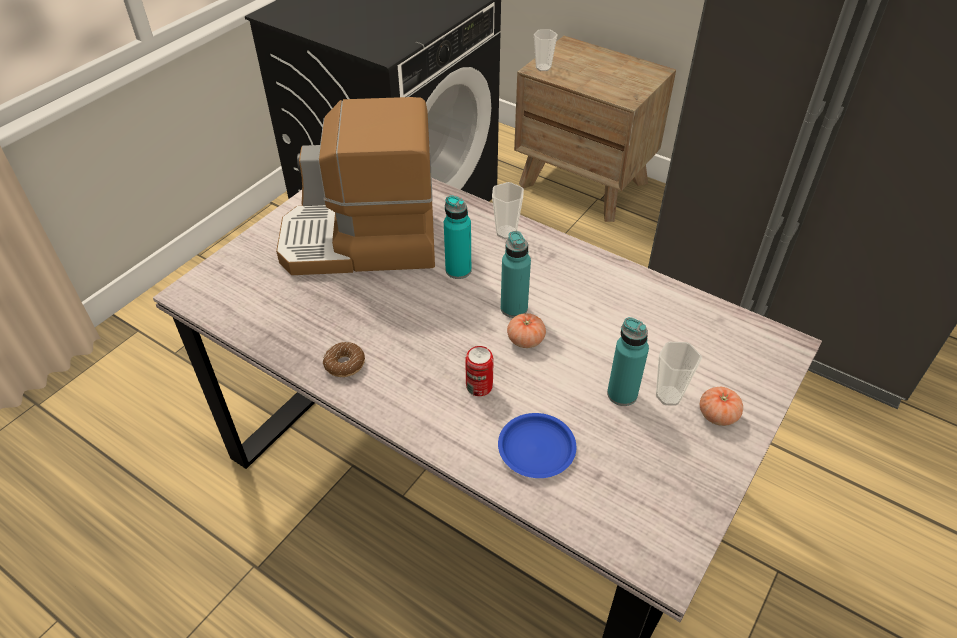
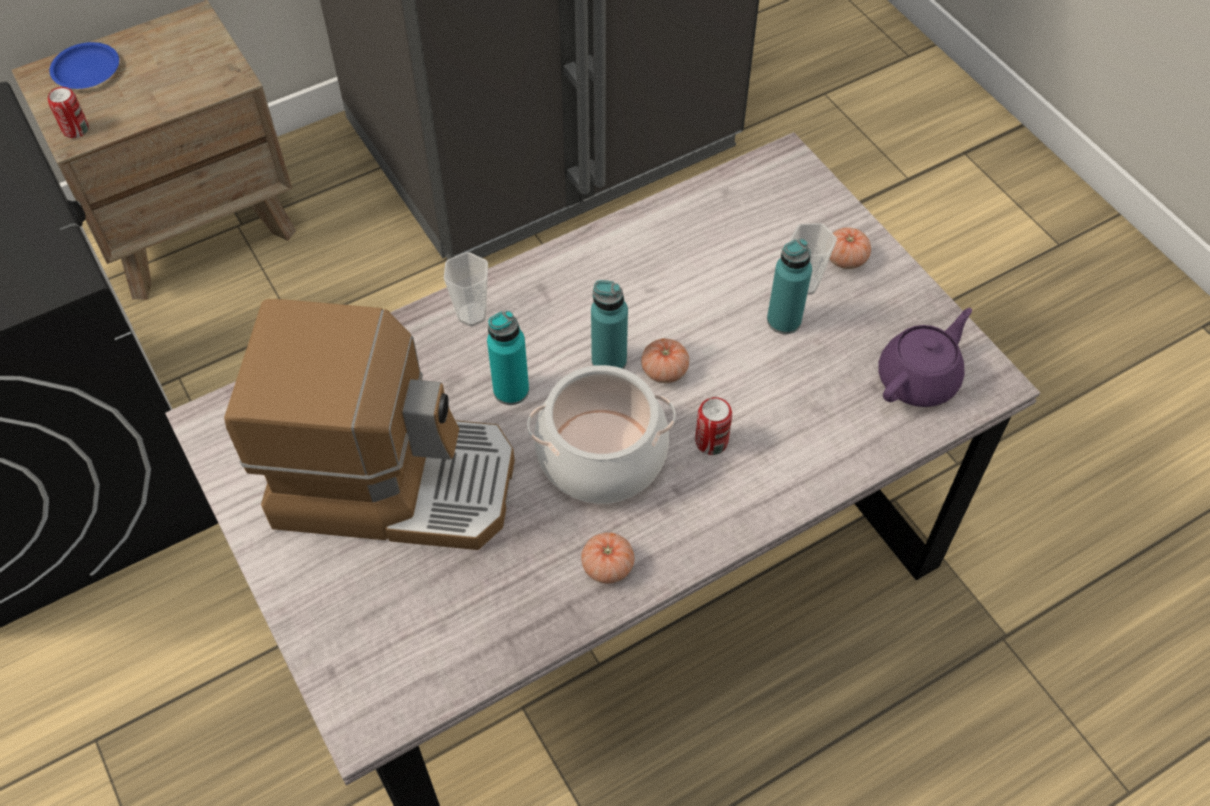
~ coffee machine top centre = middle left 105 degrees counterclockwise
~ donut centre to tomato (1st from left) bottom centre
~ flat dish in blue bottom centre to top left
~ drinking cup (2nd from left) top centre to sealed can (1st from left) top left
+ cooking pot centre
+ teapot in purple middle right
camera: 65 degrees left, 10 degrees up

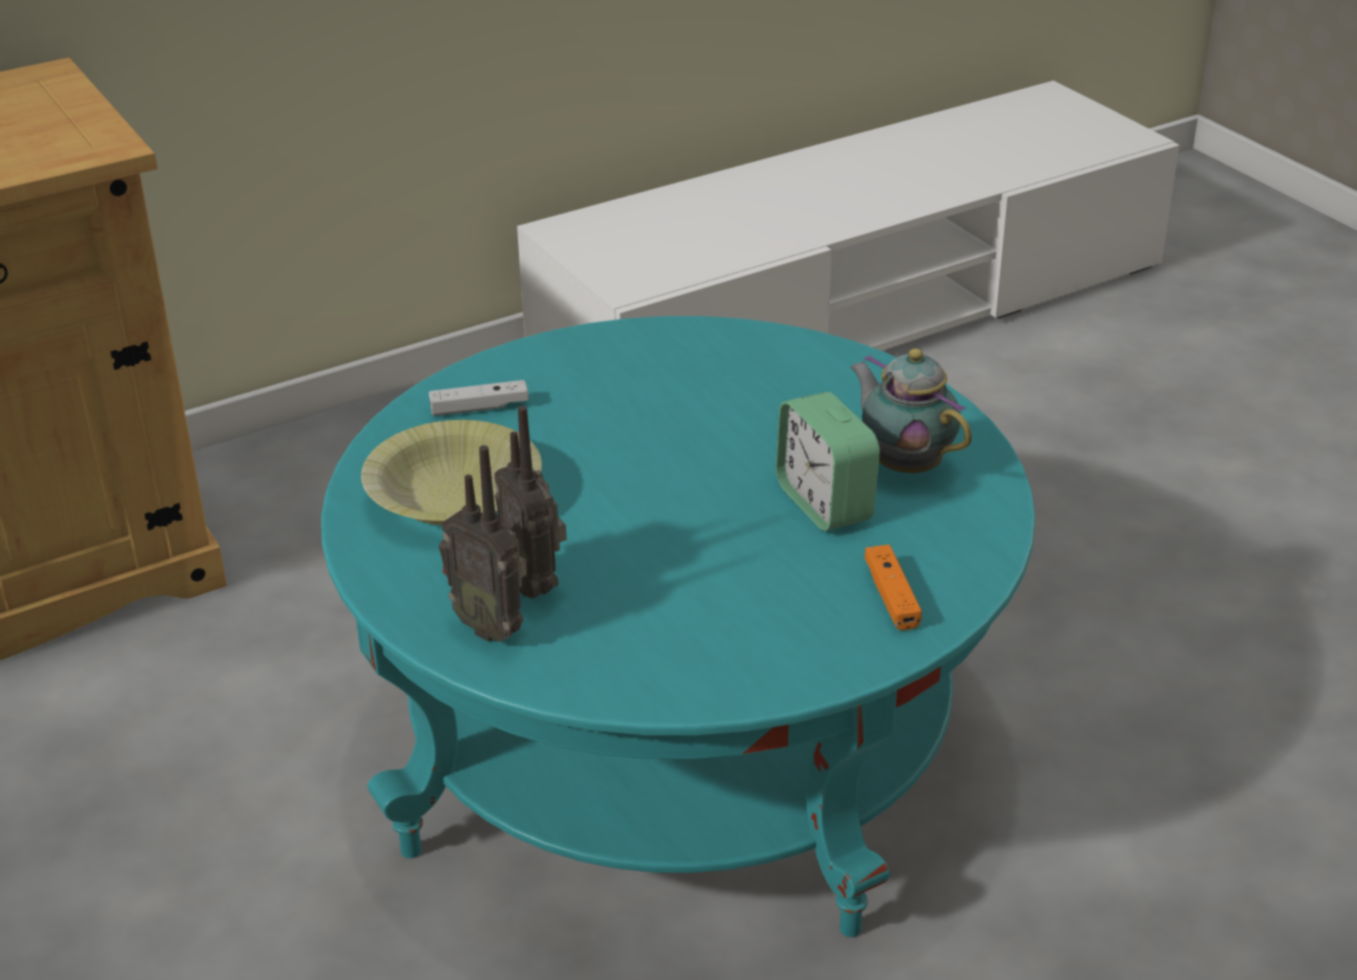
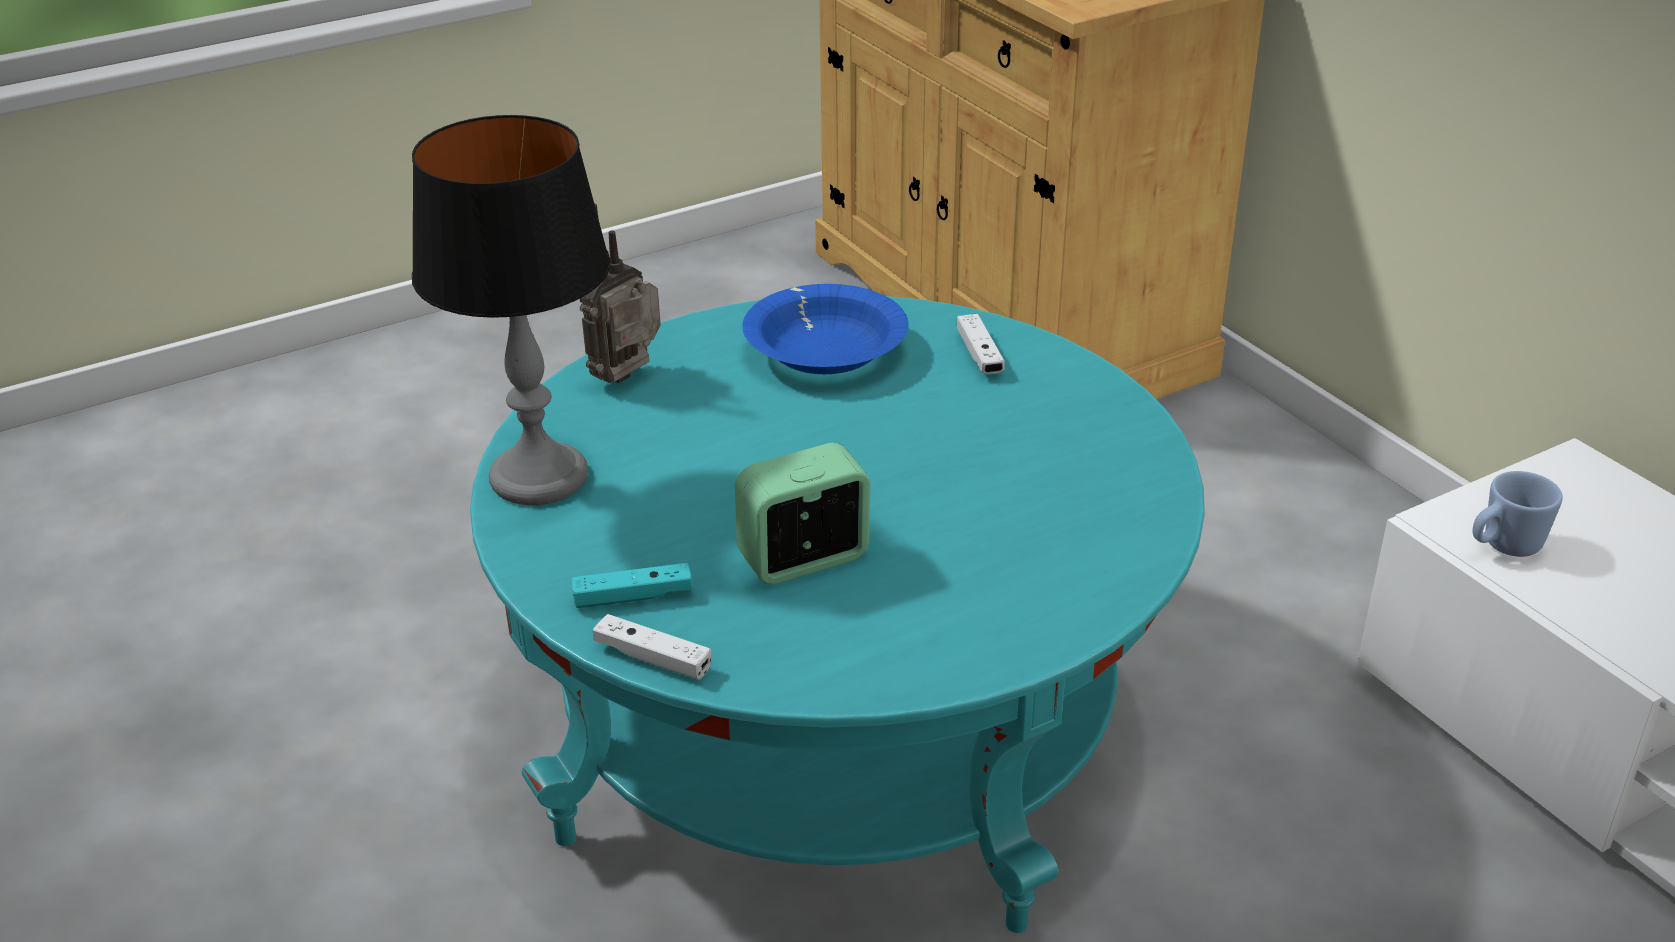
~ deep dish in yellow-coloured middle left to deep dish in blue centre
- radio receiver (2nd from left) centre
- teapot middle right
~ game controller in orange centre to game controller in turquoise-coloured centre
+ table lamp top left
+ game controller in whitish (1st from left) bottom centre
+ mug in blue middle right
camera: 90 degrees right, 0 degrees up

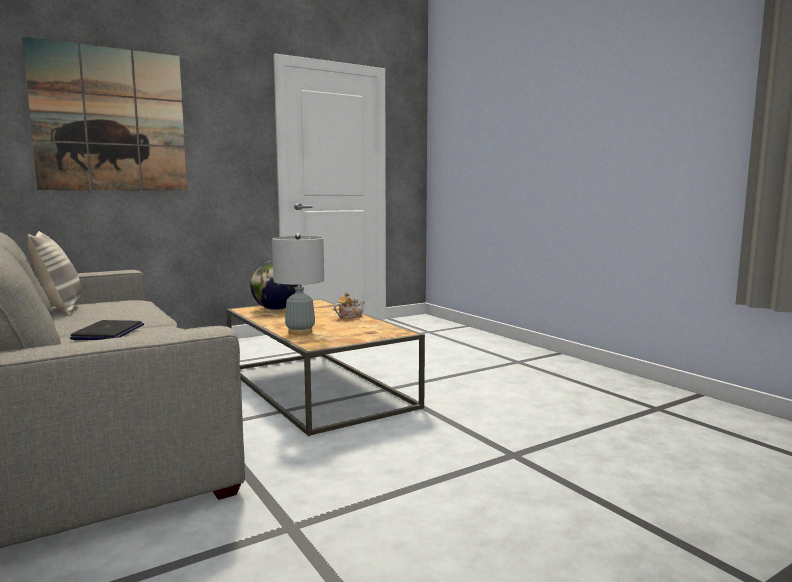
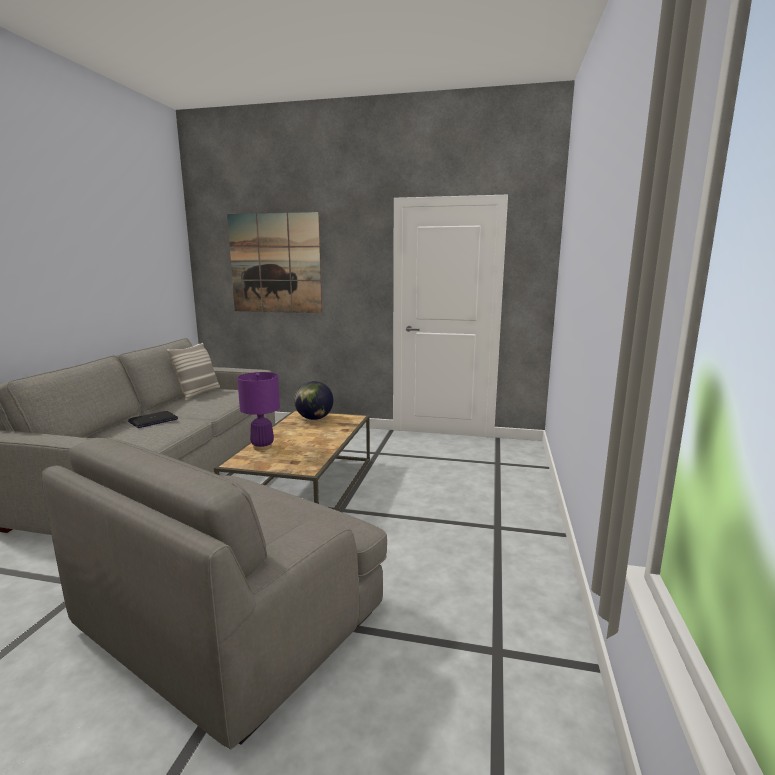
~ table lamp in grey centre to table lamp in purple middle left
- teapot centre
+ easy chair in grey bottom left
camera: 45 degrees right, 5 degrees up

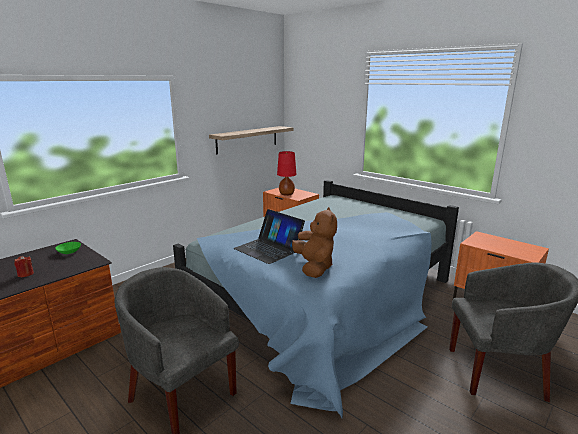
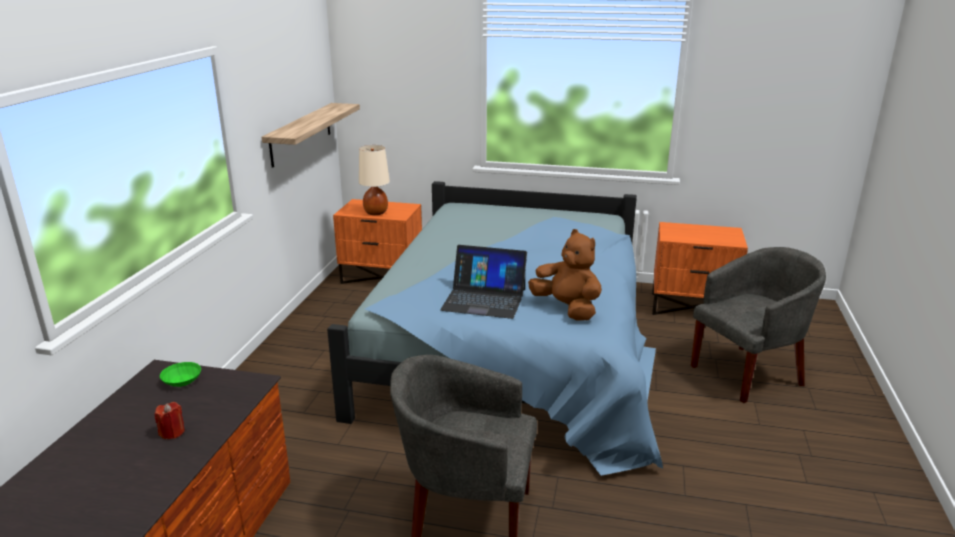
~ table lamp in reddish centre to table lamp in beige centre
camera: 30 degrees left, 5 degrees up

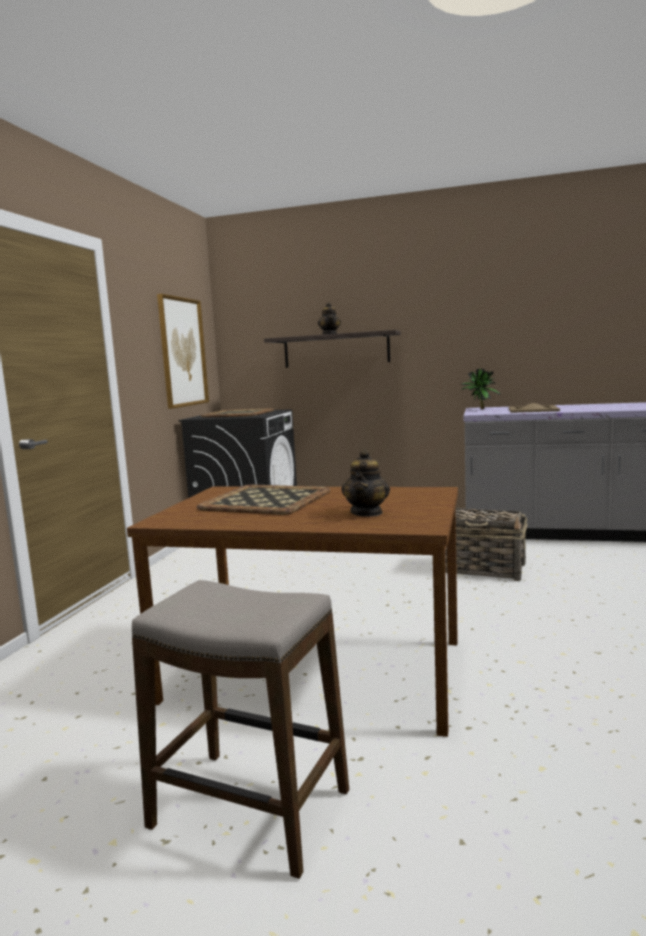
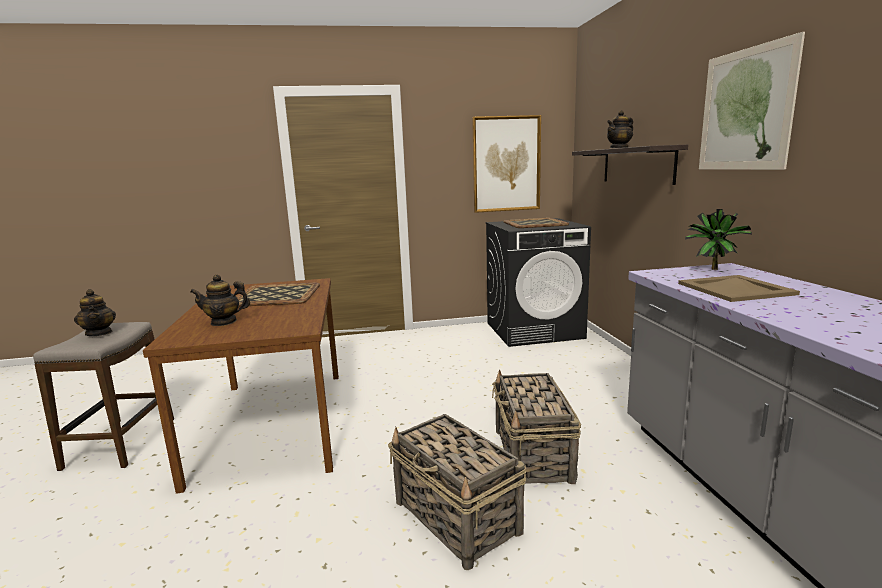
+ teapot (1st from left) middle left
+ household basket (1st from left) bottom centre
+ wall art (2nd from left) top right
camera: 65 degrees right, 5 degrees up

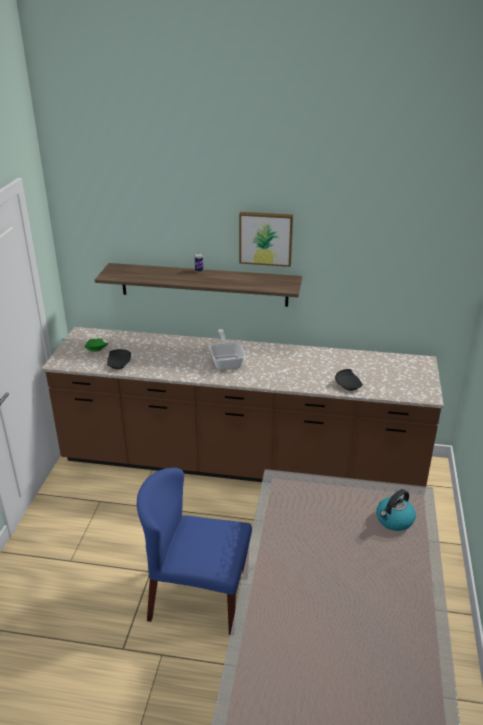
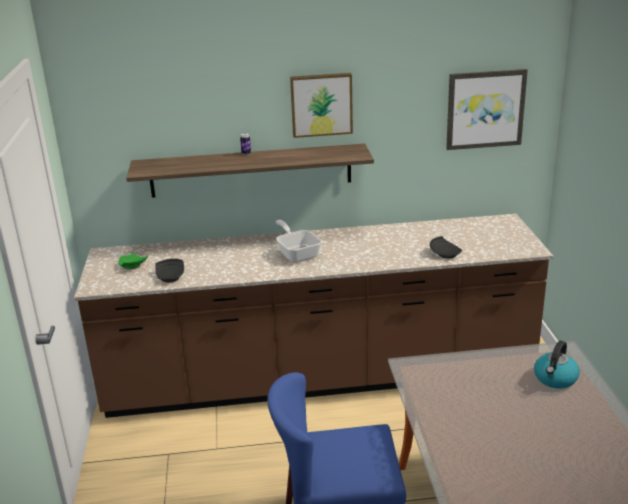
+ wall art (2nd from left) top right
camera: 15 degrees left, 5 degrees down

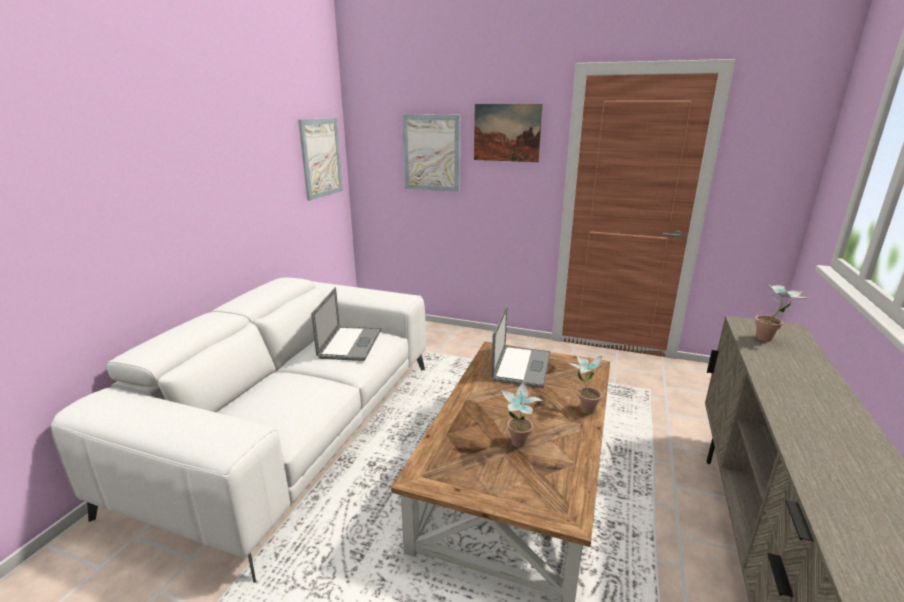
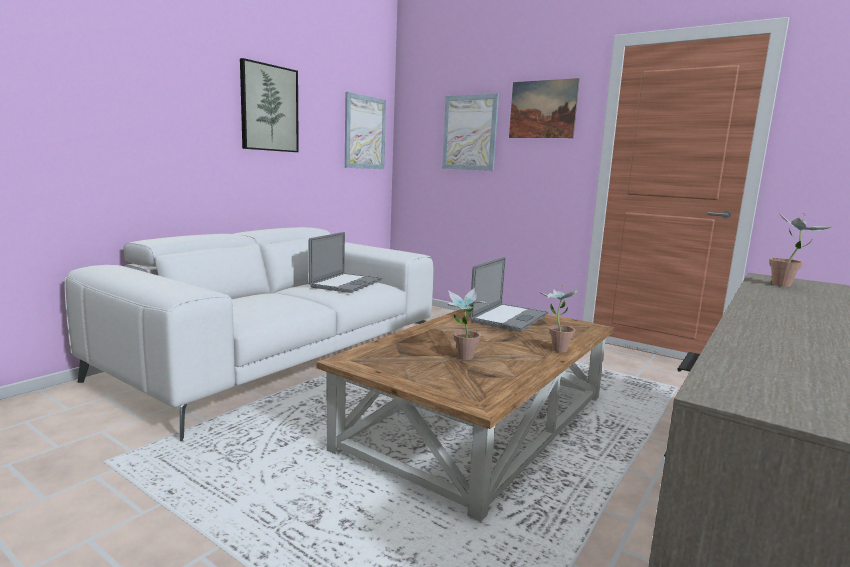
+ wall art (1st from left) top left
camera: 15 degrees right, 10 degrees down

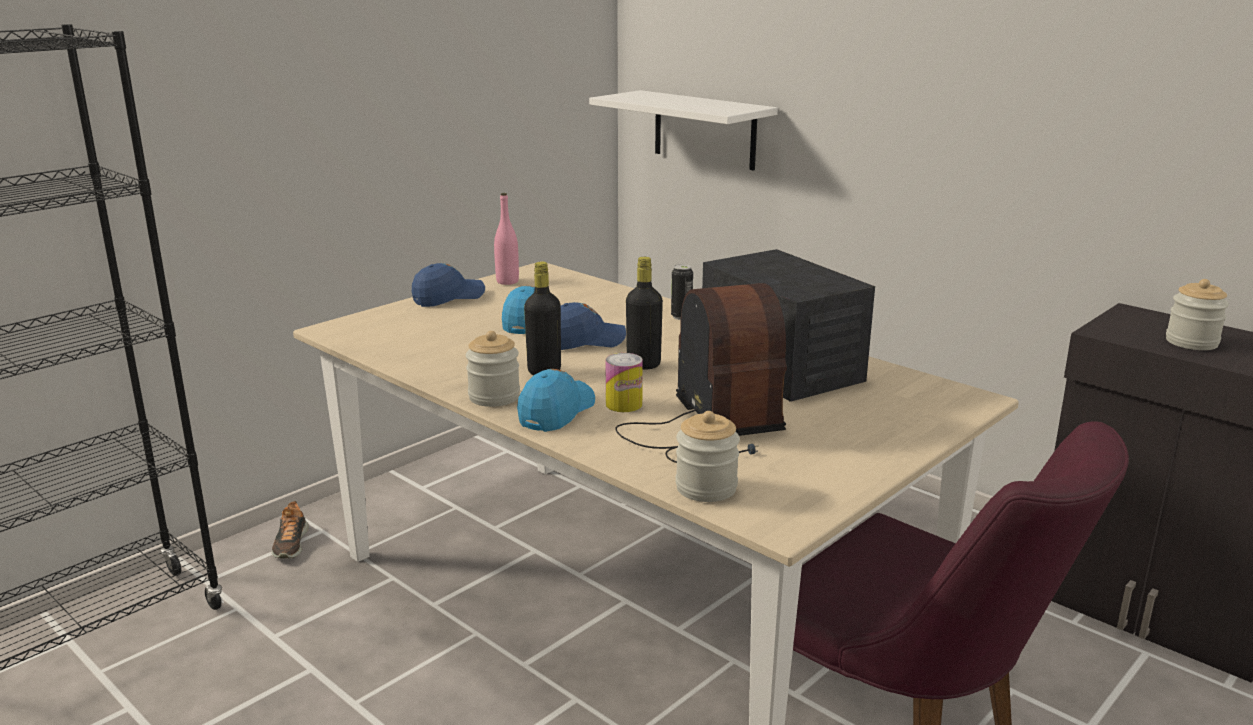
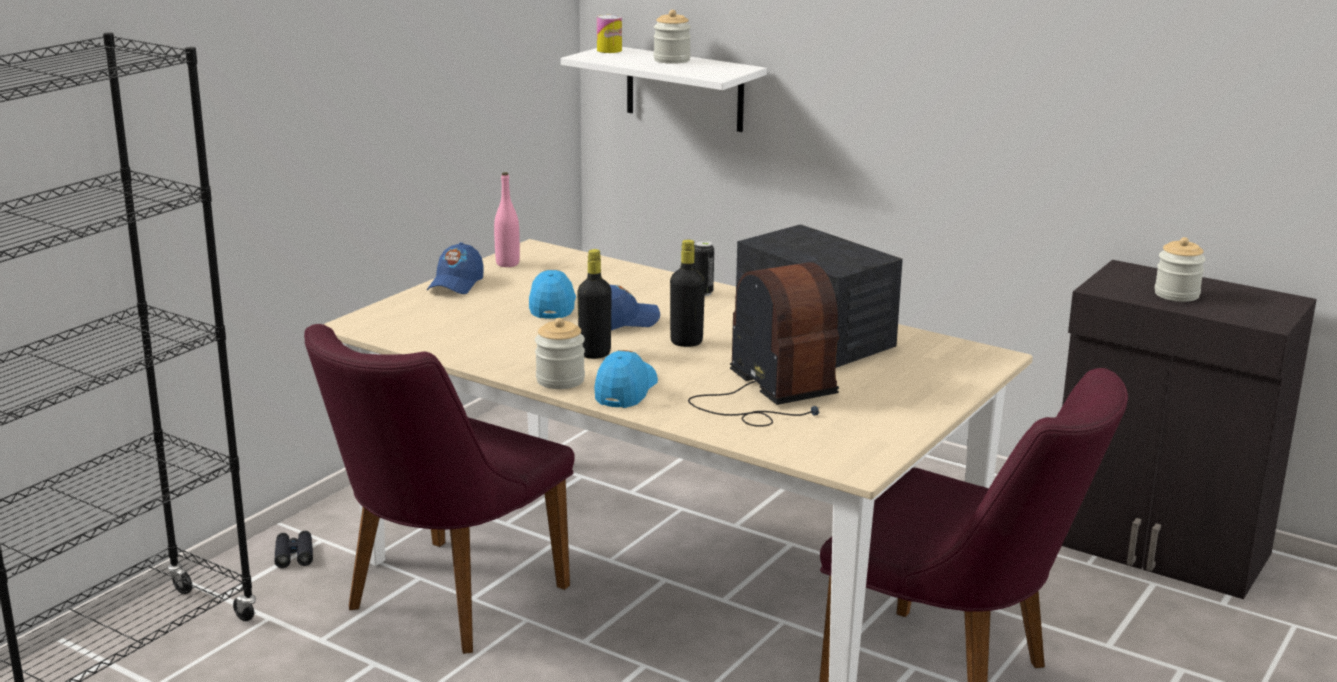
~ item of footwear bottom left to binoculars in blackish bottom left
~ cap in blue (1st from left) centre = centre 150 degrees clockwise
~ sealed can (1st from left) centre to top centre
~ preserve jar (2nd from left) centre to top centre
+ chair in purple (1st from left) bottom left
camera: 10 degrees left, 0 degrees up

